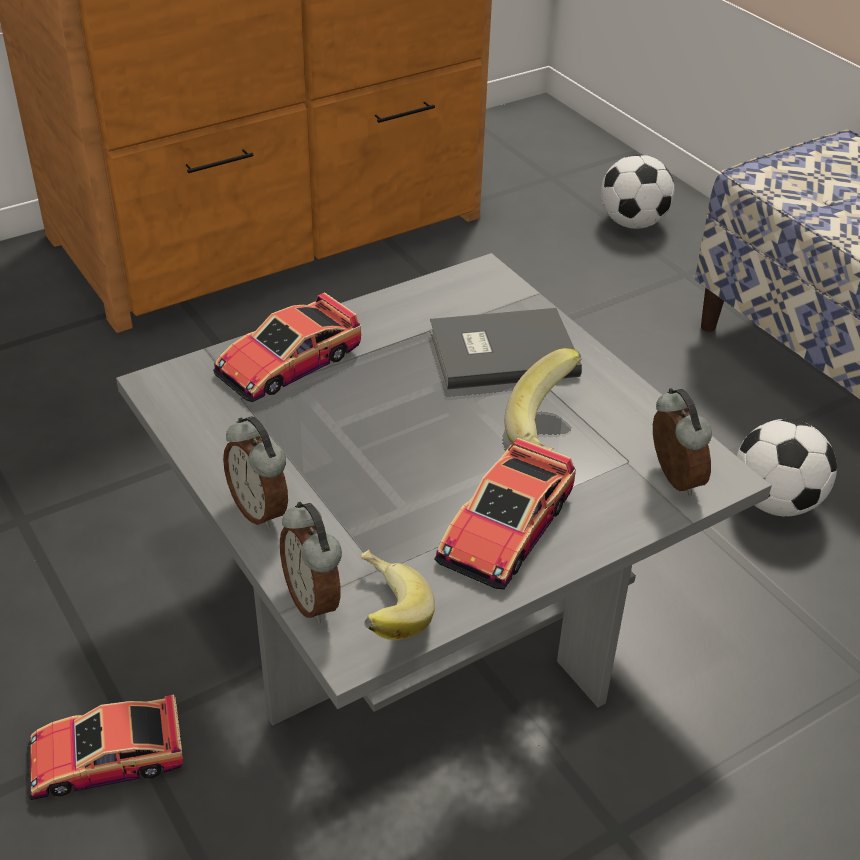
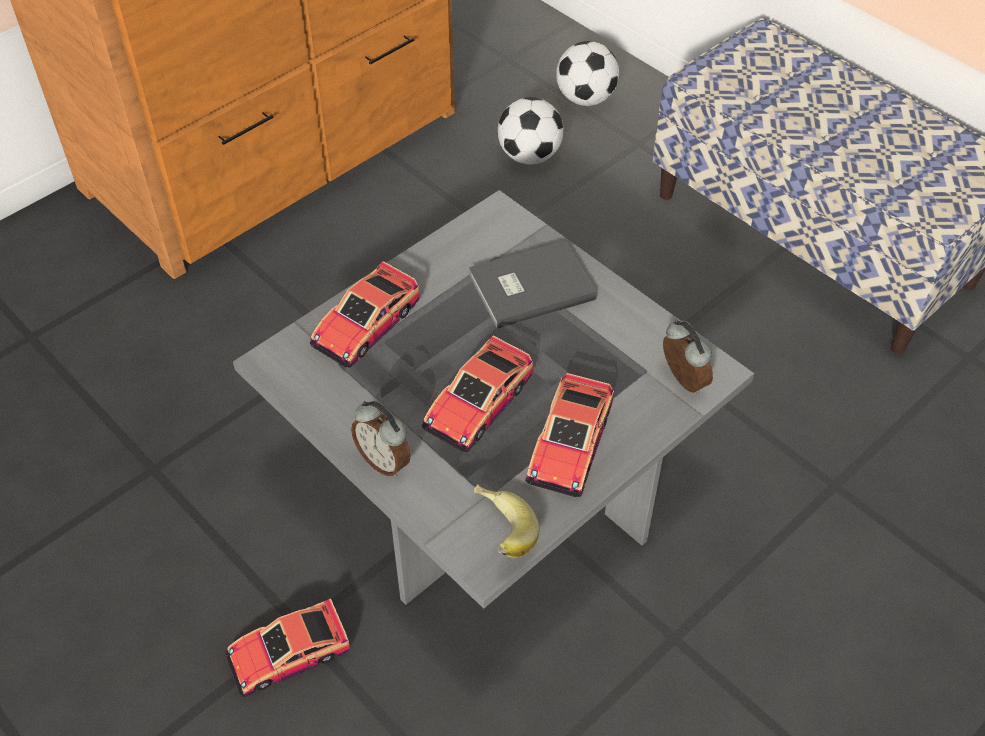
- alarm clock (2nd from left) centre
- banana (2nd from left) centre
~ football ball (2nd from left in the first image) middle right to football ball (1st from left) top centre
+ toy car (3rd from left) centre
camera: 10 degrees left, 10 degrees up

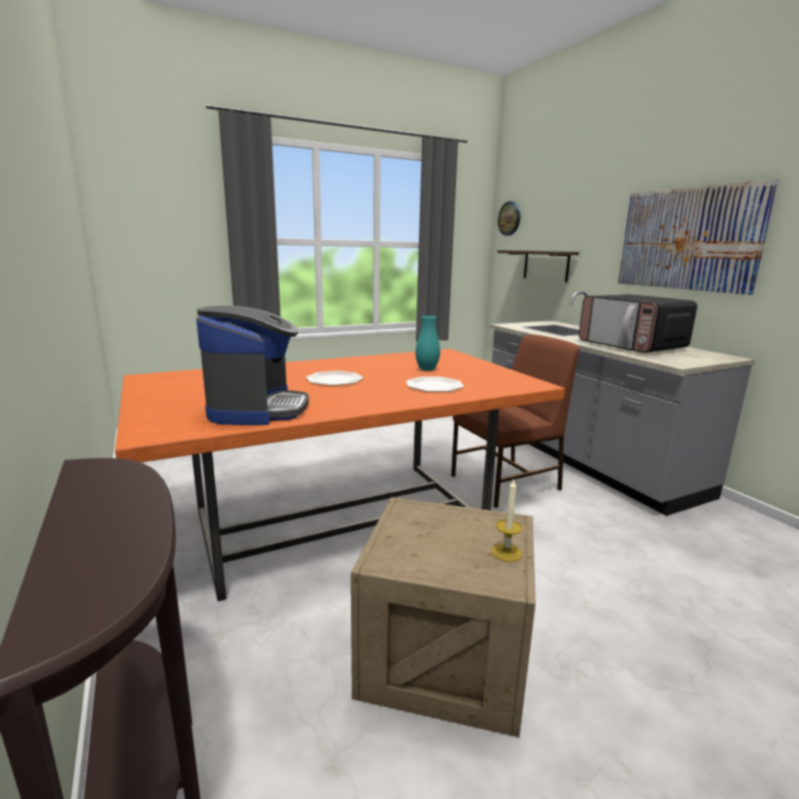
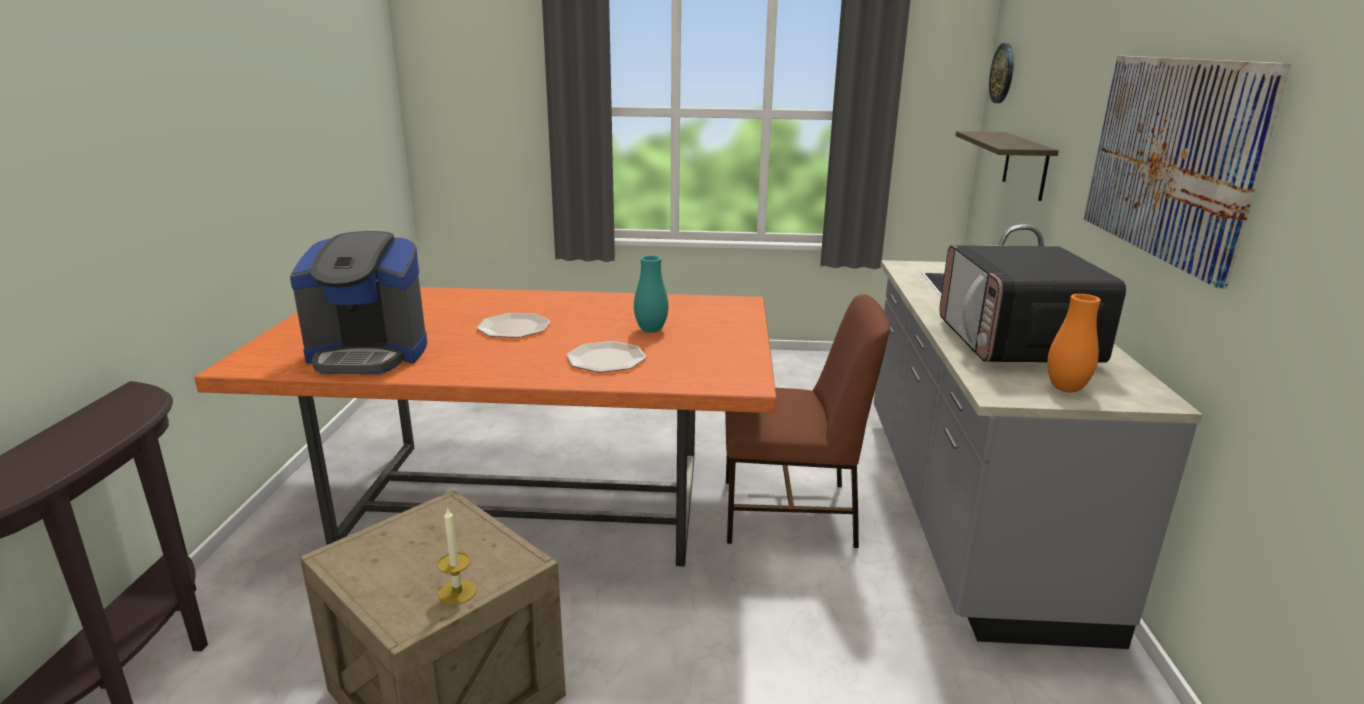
~ coffee machine middle left = middle left 60 degrees clockwise
+ flower vase in orange middle right
camera: 30 degrees right, 5 degrees up

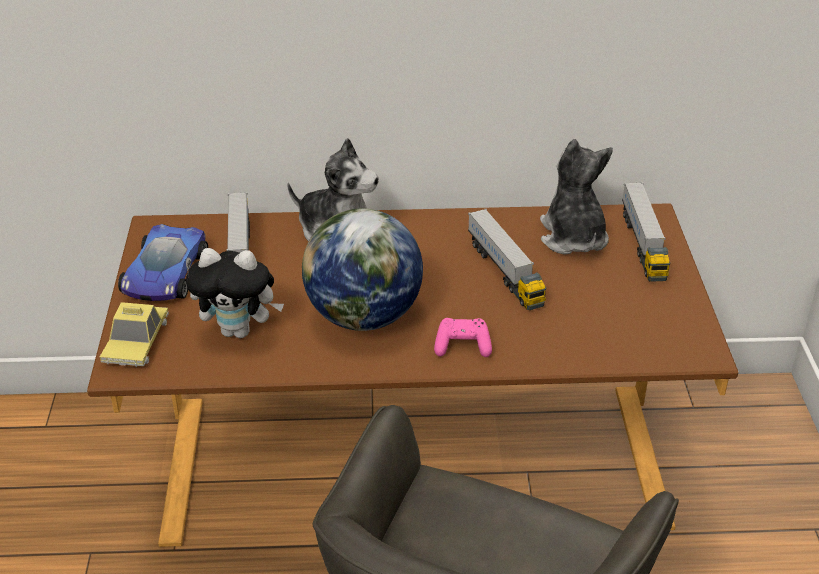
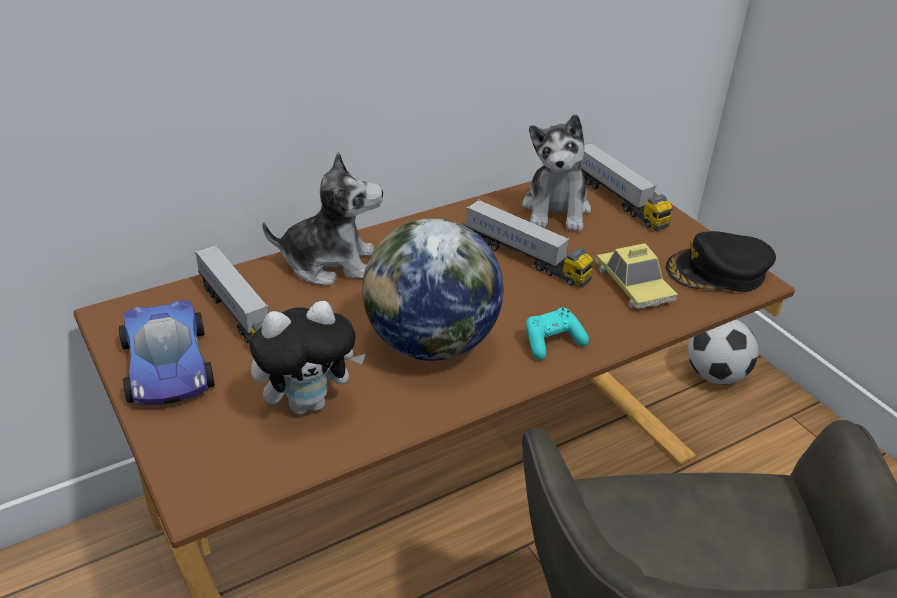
~ toy car (1st from left in the first image) middle left to toy car (2nd from left) middle right
~ game controller in pink centre to game controller in turquoise-coloured centre
~ plush toy (3rd from left) middle right = top centre 135 degrees counterclockwise
+ cap in blackish middle right
+ football ball middle right
camera: 30 degrees left, 0 degrees up

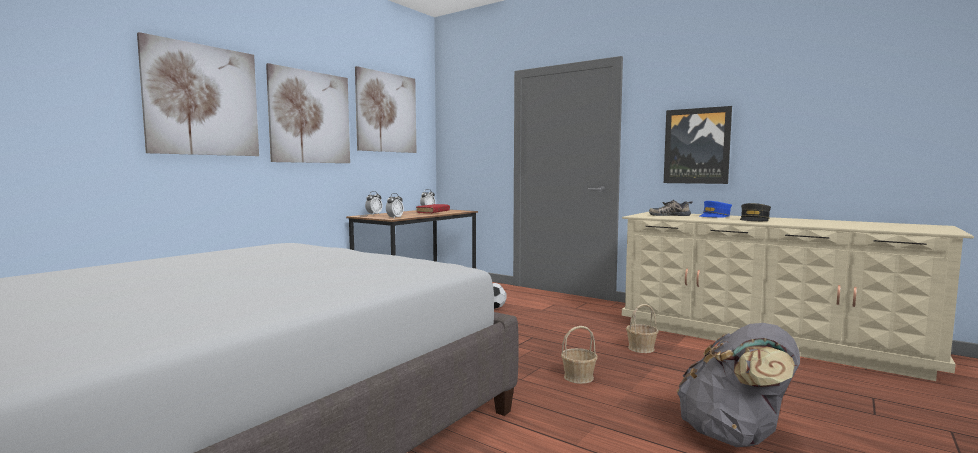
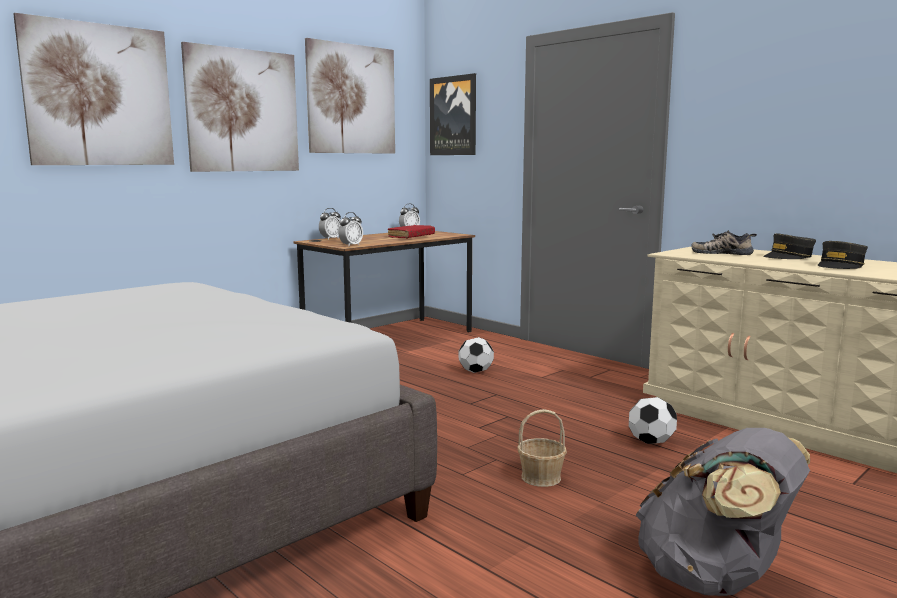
~ household basket (2nd from left) bottom centre to football ball (2nd from left) bottom right
~ wall art (4th from left) top right to top centre
~ cap in blue middle right to cap in grey (1st from left) middle right
camera: 10 degrees right, 5 degrees up

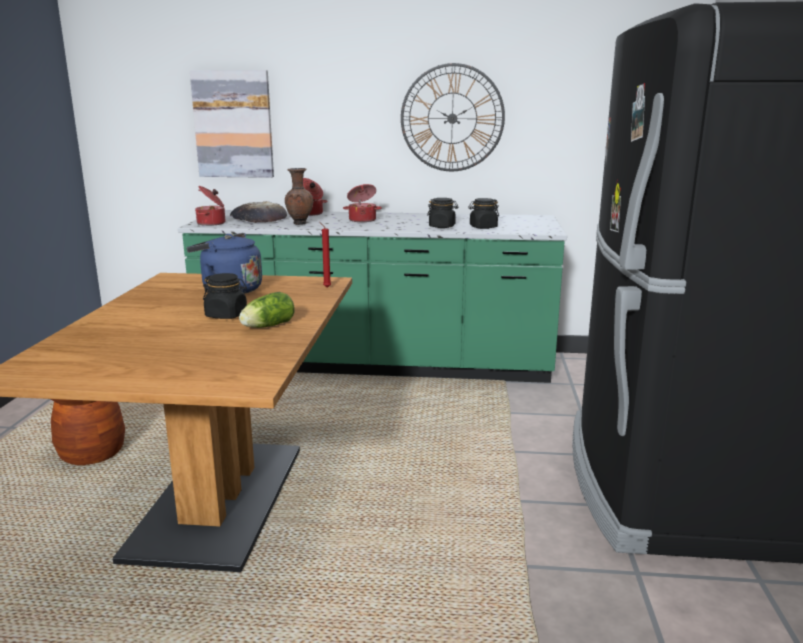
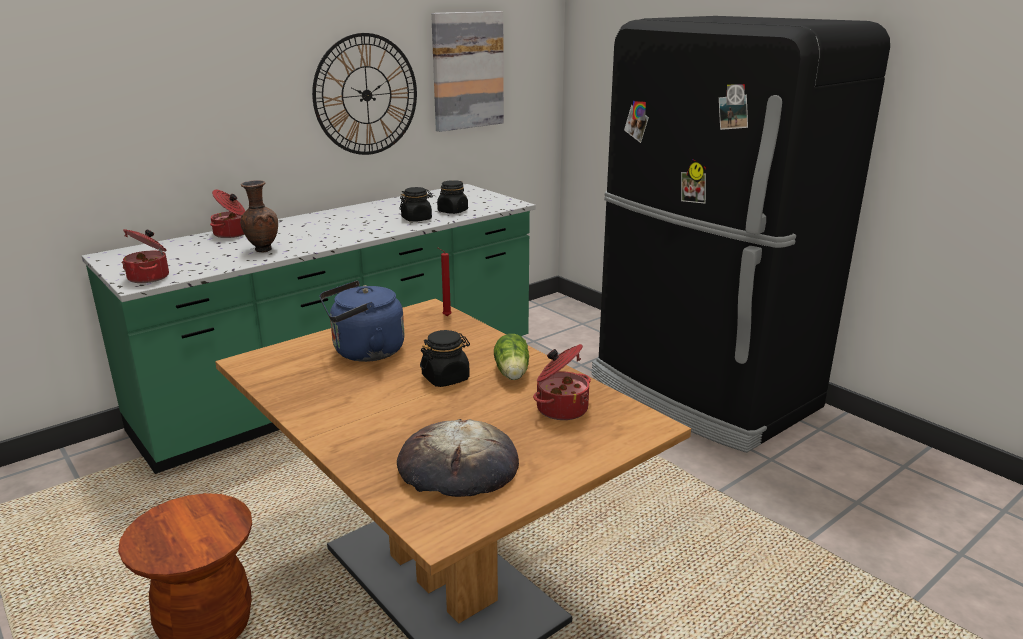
~ wall art top left to top centre
~ bakery bread top left to bottom centre
~ cooking pot (3rd from left) top centre to centre
camera: 45 degrees left, 5 degrees up

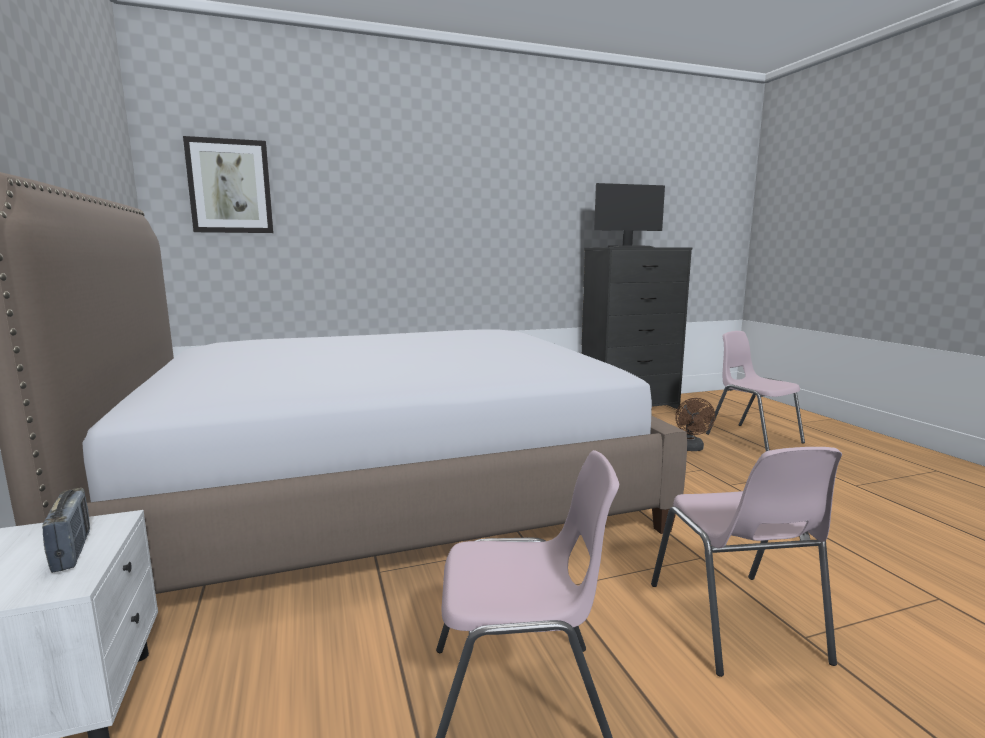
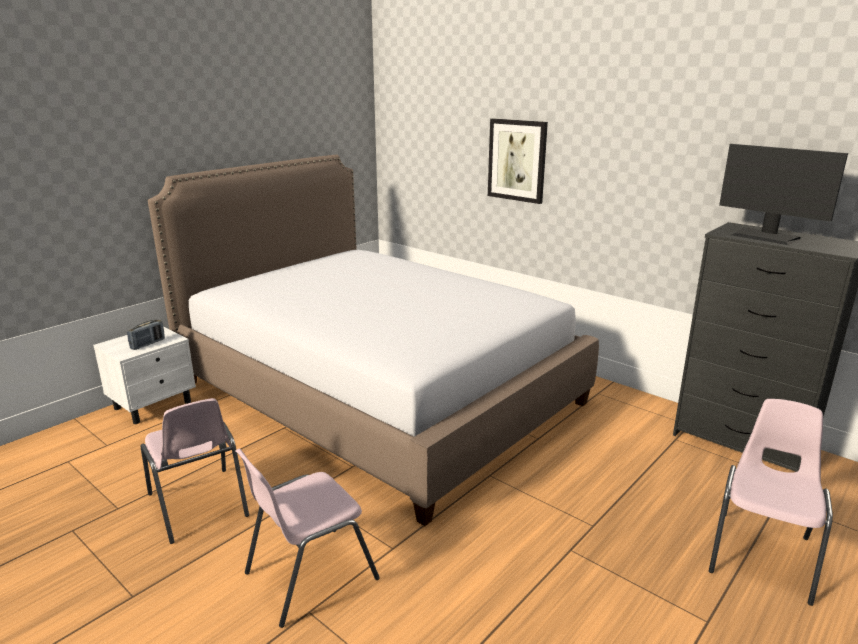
~ wall art top left to top centre
- electric fan in brownish middle right
camera: 60 degrees right, 10 degrees up

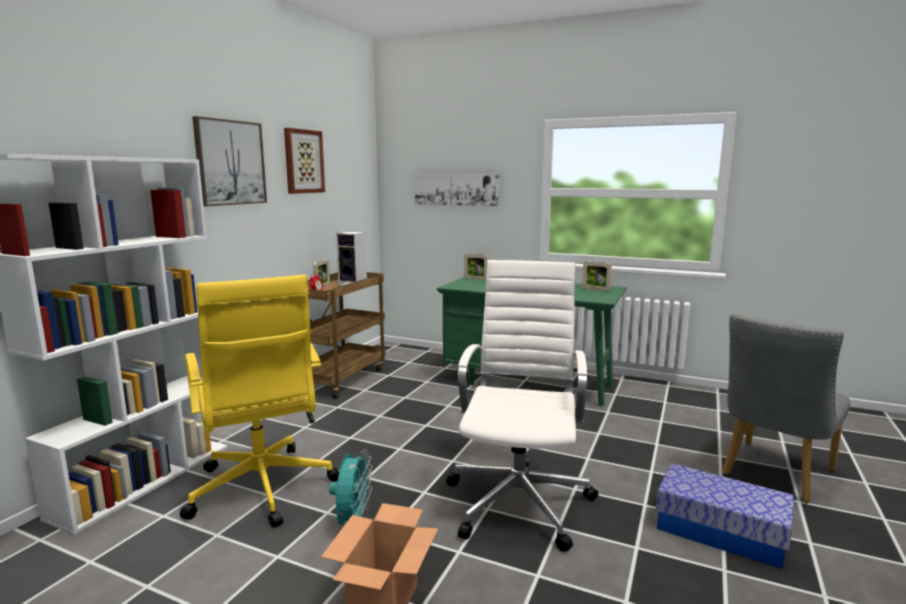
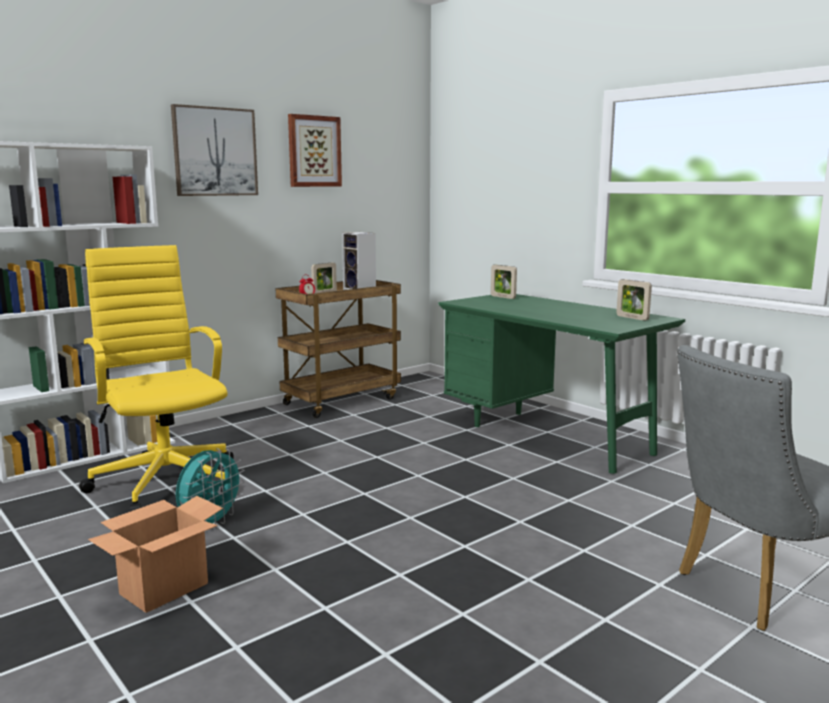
~ office chair in yellow-coloured middle left = middle left 150 degrees clockwise
- wall art (3rd from left) top centre
- office chair in whitish bottom centre
- storage bin bottom right
camera: 25 degrees right, 0 degrees up

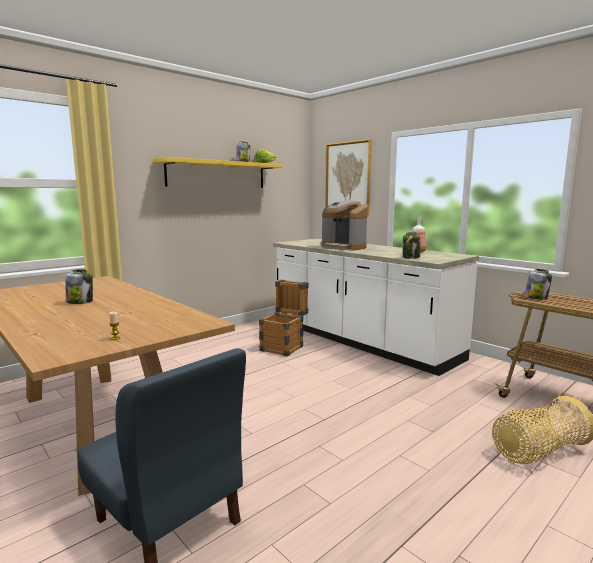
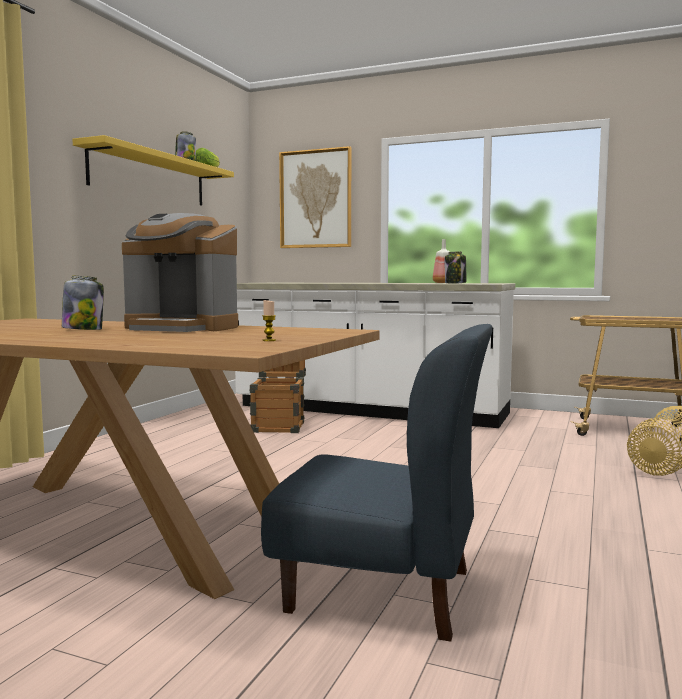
~ coffee machine centre to middle left
- preserve jar (4th from left) middle right
camera: 25 degrees left, 5 degrees down

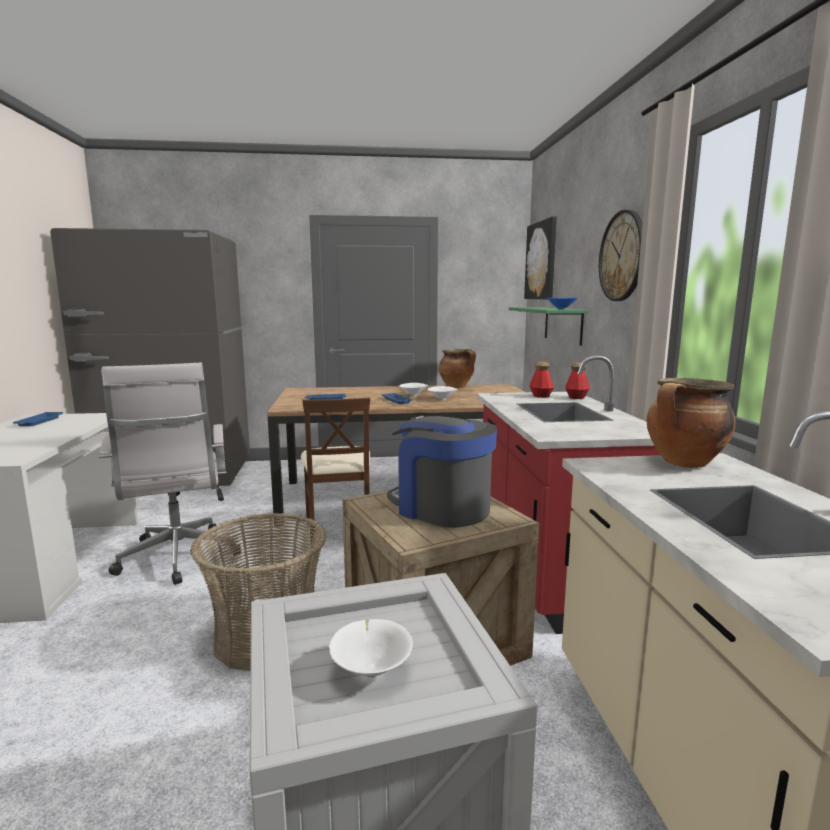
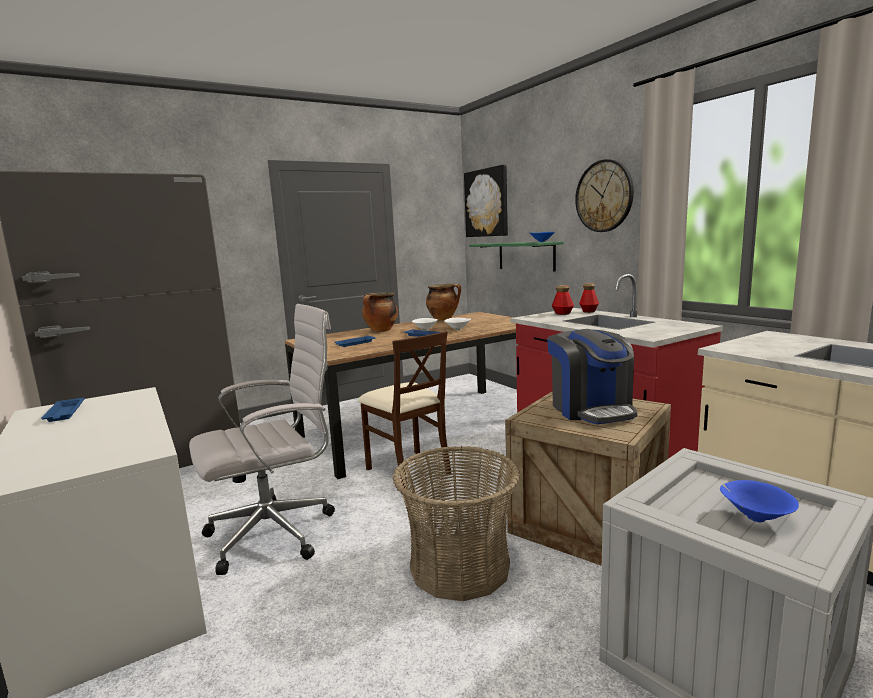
~ office chair in whitish middle left = middle left 75 degrees counterclockwise
~ deep dish in whitish (1st from left) bottom centre to deep dish in blue (2nd from left) bottom right
~ coffee machine centre = middle right 120 degrees counterclockwise
~ cooking pot (2nd from left in the first image) middle right to cooking pot (1st from left) centre
camera: 25 degrees left, 0 degrees up

